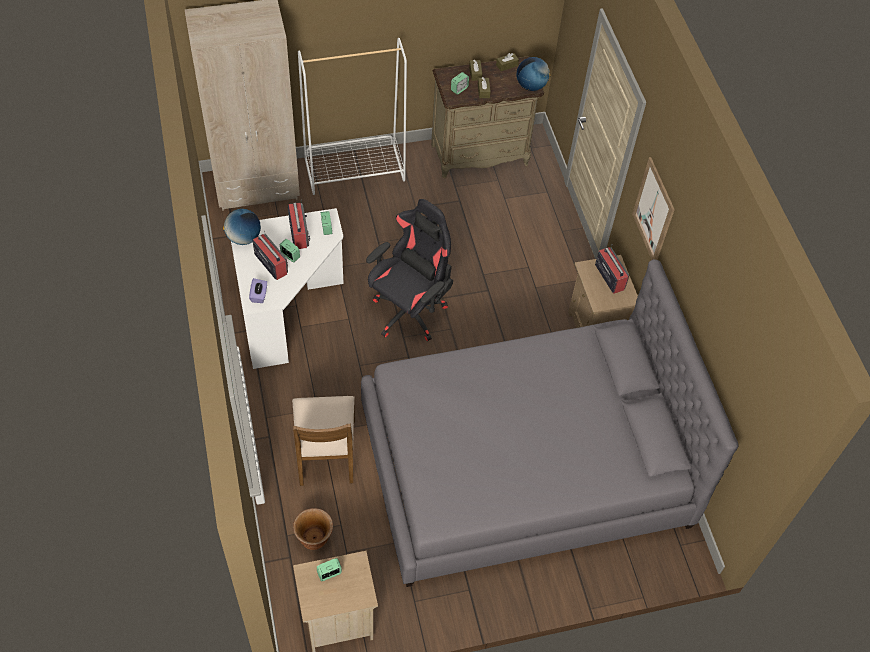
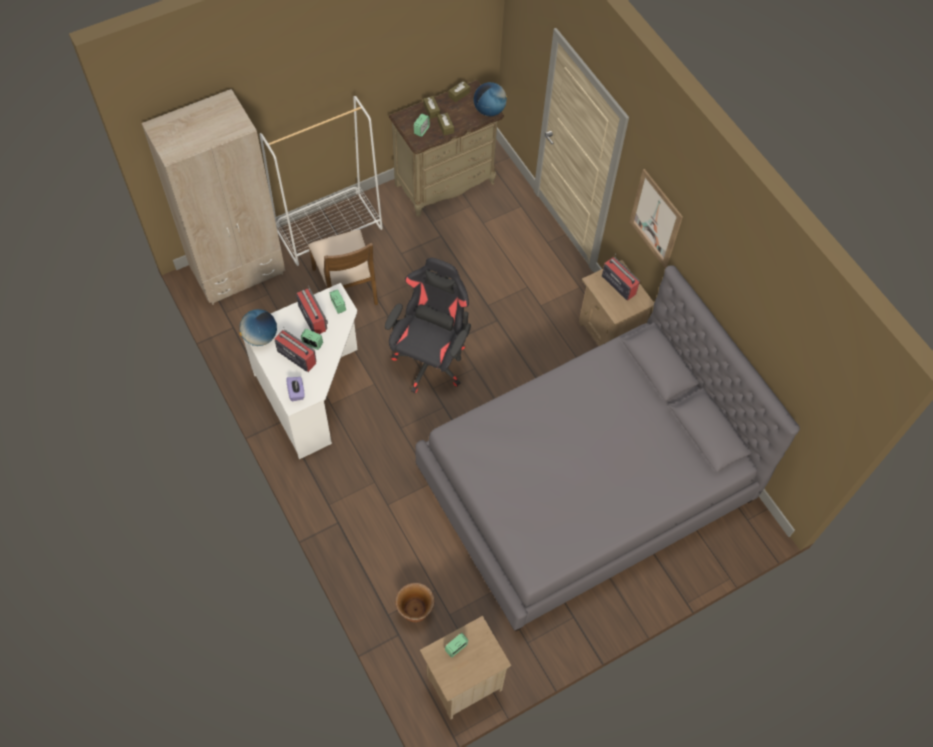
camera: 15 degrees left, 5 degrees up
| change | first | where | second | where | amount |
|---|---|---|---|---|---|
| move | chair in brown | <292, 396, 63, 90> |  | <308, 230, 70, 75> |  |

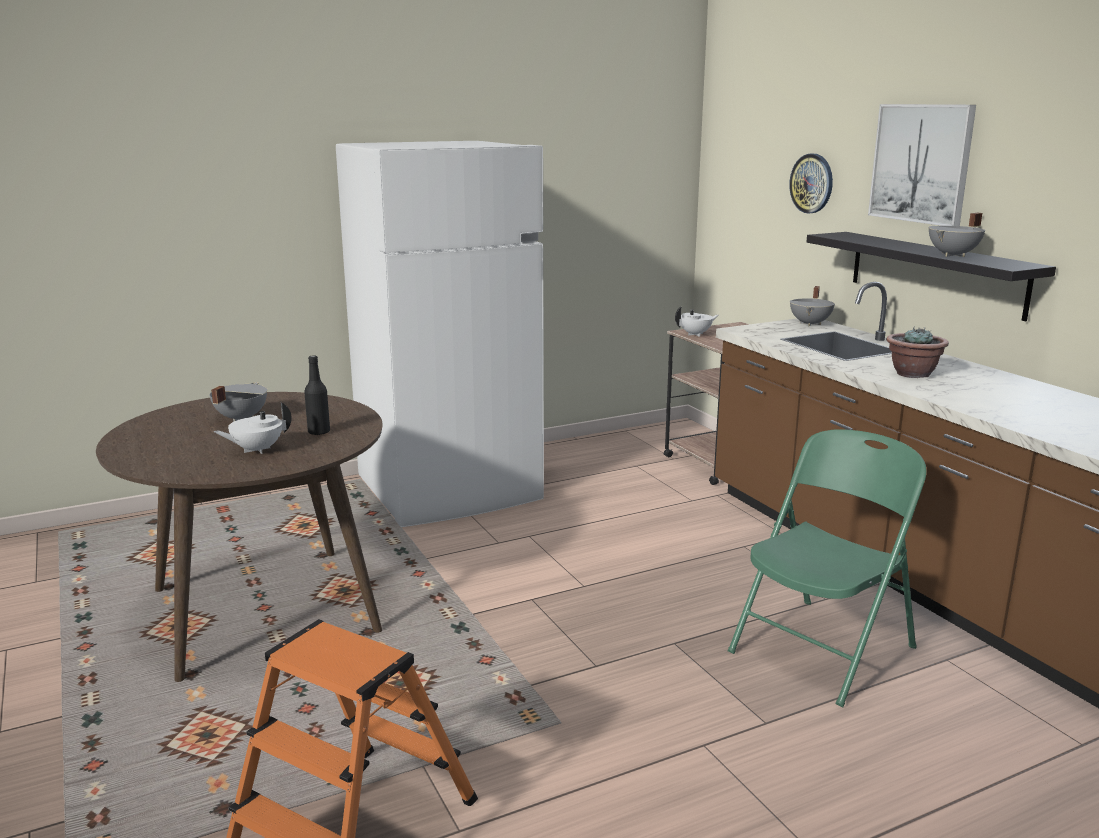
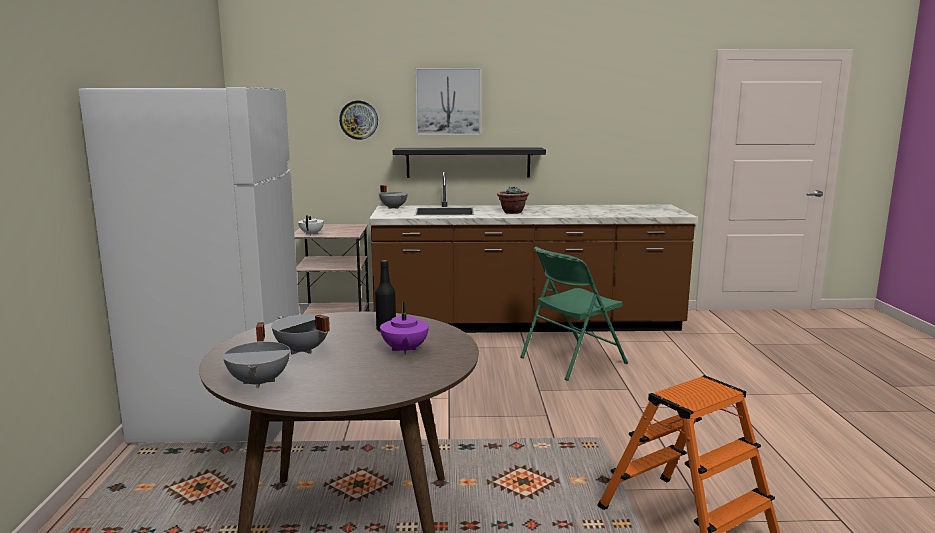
camera: 65 degrees left, 5 degrees down
| change | first | where | second | where | amount |
|---|---|---|---|---|---|
| move | cooking pot in grey | <929, 213, 56, 44> |  | <222, 322, 68, 67> |  |
| recolor | teapot in white | <214, 402, 78, 52> | teapot in purple | <380, 302, 49, 53> |  |
| rotate | chair in green | <727, 429, 200, 278> |  | <520, 246, 108, 135> | 105 degrees counterclockwise |

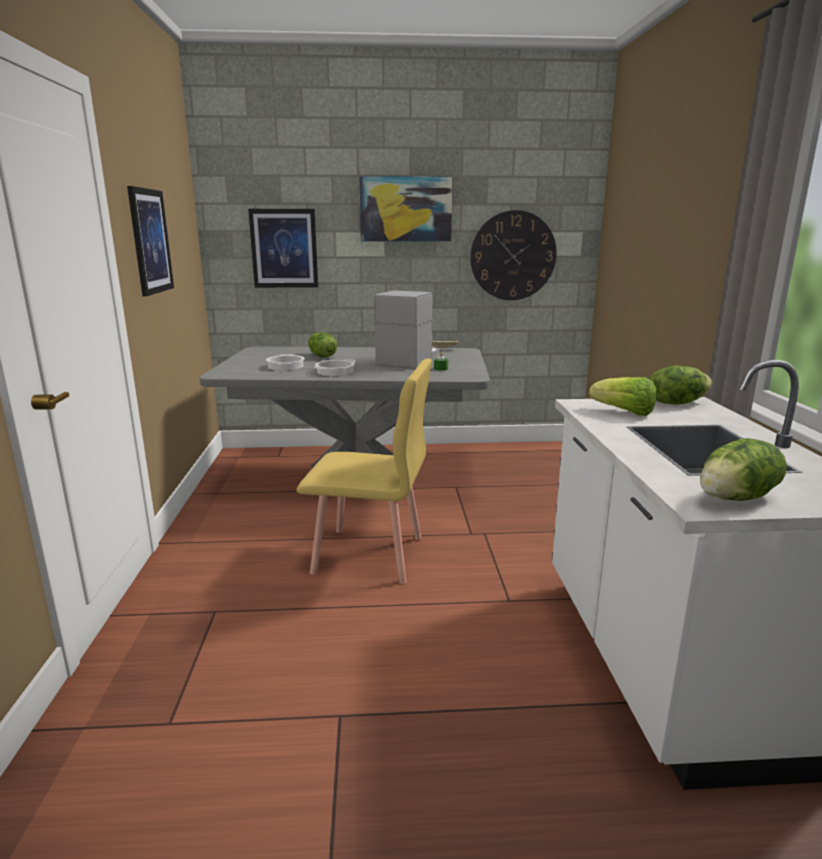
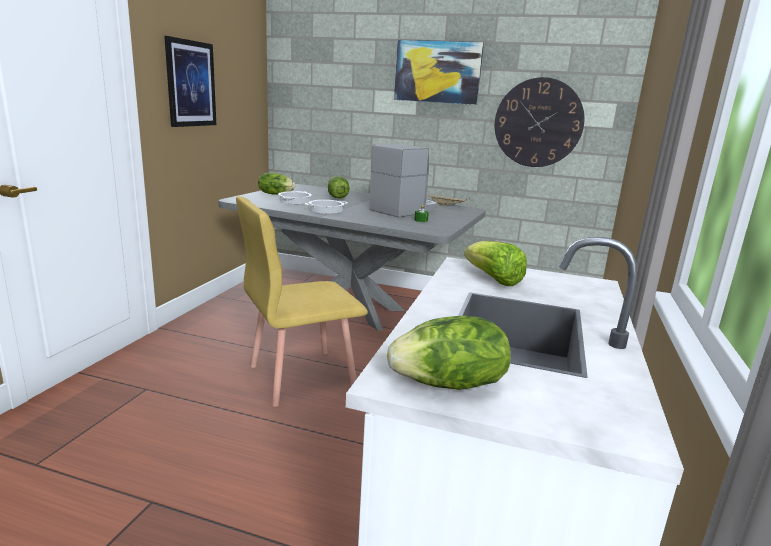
camera: 20 degrees right, 0 degrees up
| change | first | where | second | where | amount |
|---|---|---|---|---|---|
| delete | picture | <248, 209, 70, 79> |  |  |  |
| rotate | chair in yellow | <297, 358, 135, 226> |  | <236, 196, 132, 211> | 120 degrees clockwise |
| move | lettuce | <649, 365, 63, 40> |  | <258, 172, 37, 22> |  |

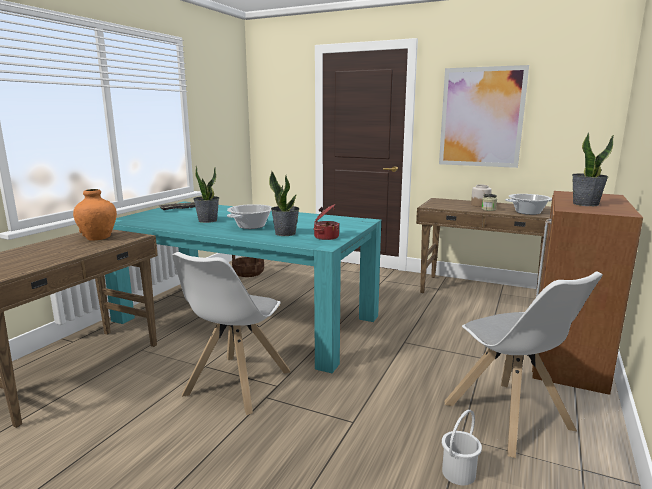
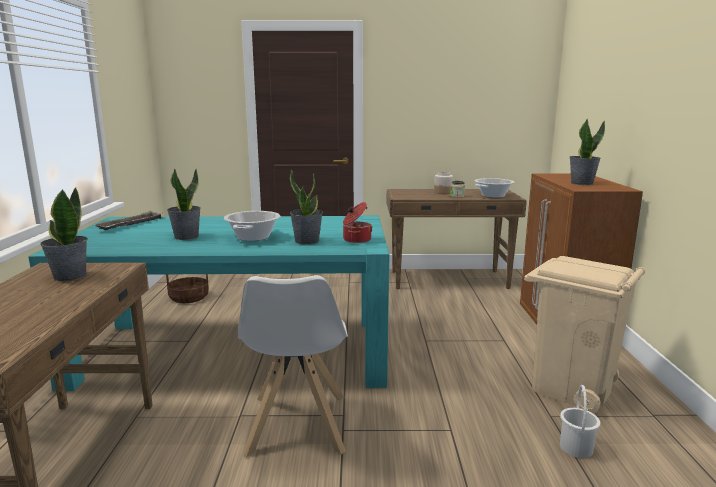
camera: 25 degrees left, 0 degrees up
| change | first | where | second | where | amount |
|---|---|---|---|---|---|
| delete | picture | <439, 65, 90, 103> |  |  |  |
| replace | vase in orange | <73, 189, 44, 52> | potted plant | <40, 187, 48, 94> |  |
| replace | chair | <445, 271, 158, 187> | trash can in beige | <524, 256, 121, 157> |  |

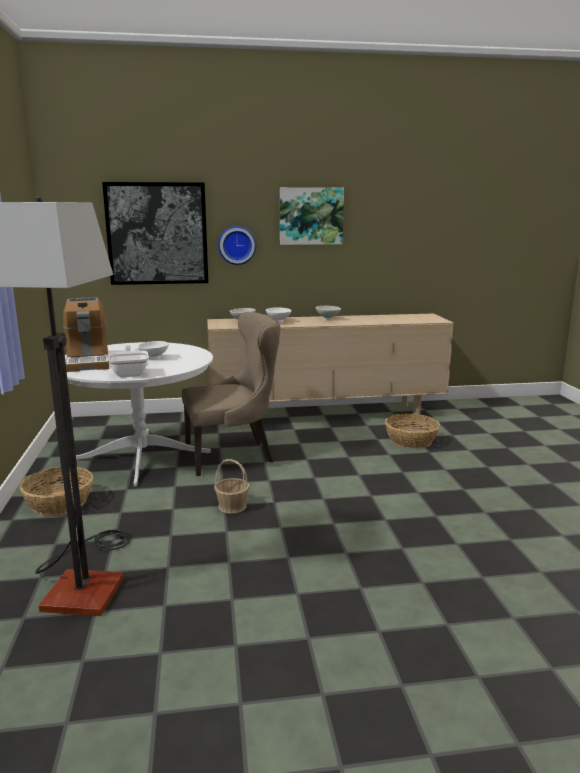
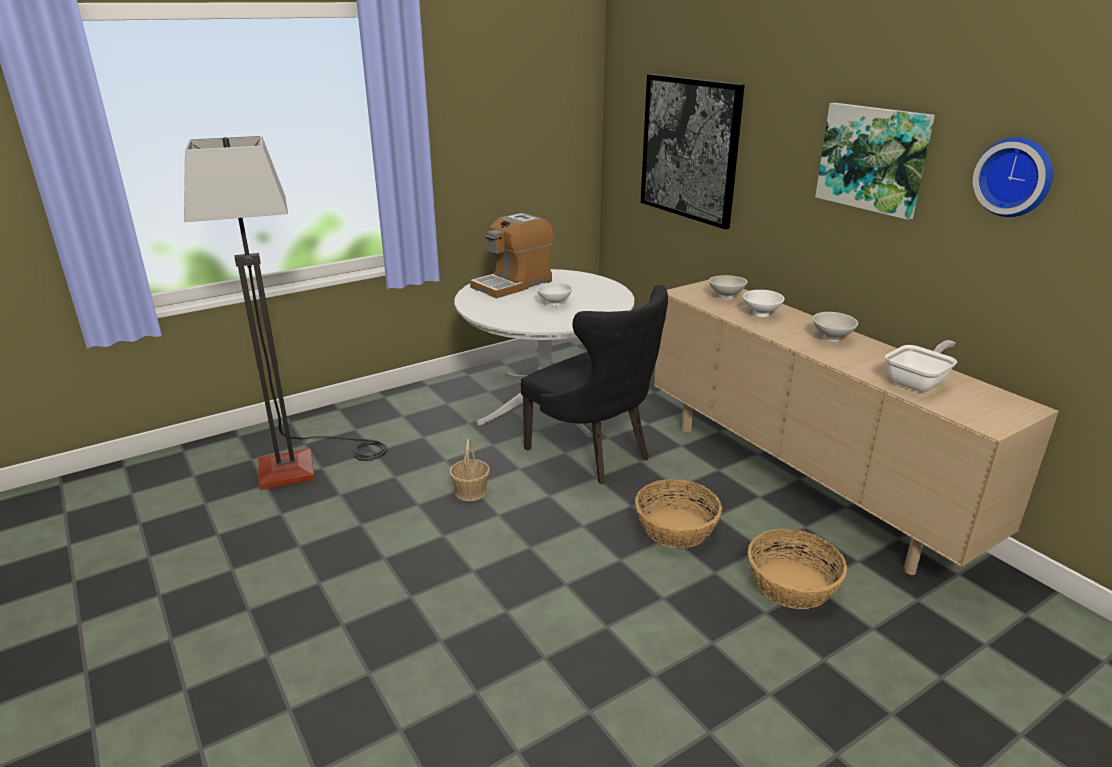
camera: 65 degrees right, 10 degrees up
| change | first | where | second | where | amount |
|---|---|---|---|---|---|
| move | wall clock | <218, 226, 38, 39> |  | <973, 137, 80, 80> |  |
| recolor | chair in beige | <182, 312, 98, 164> | chair in black | <521, 284, 147, 200> |  |
| move | frying pan | <108, 345, 41, 32> |  | <885, 340, 72, 52> |  |
| move | basket | <20, 467, 73, 48> |  | <635, 479, 87, 69> |  |

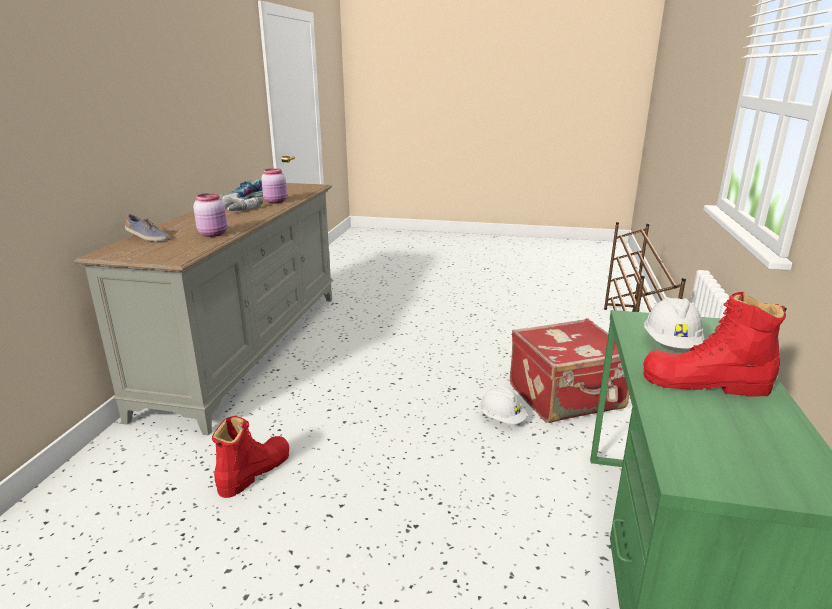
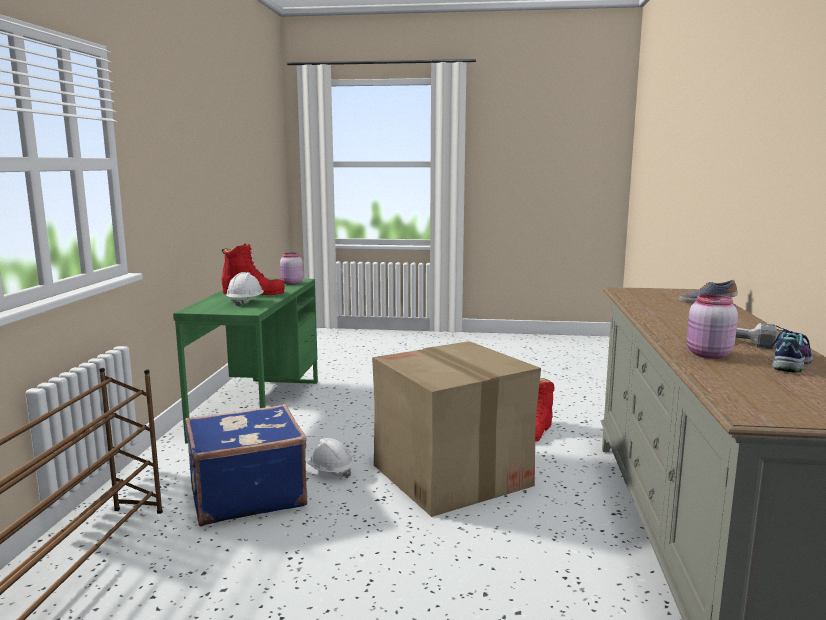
camera: 175 degrees right, 10 degrees down
| change | first | where | second | where | amount |
|---|---|---|---|---|---|
| move | jar in pink | <193, 193, 34, 44> |  | <280, 253, 23, 32> |  |
| recolor | suitcase in red | <510, 318, 119, 105> | suitcase in blue | <185, 404, 122, 122> |  |
| insert |  |  | cardboard box | <372, 341, 169, 176> |  |

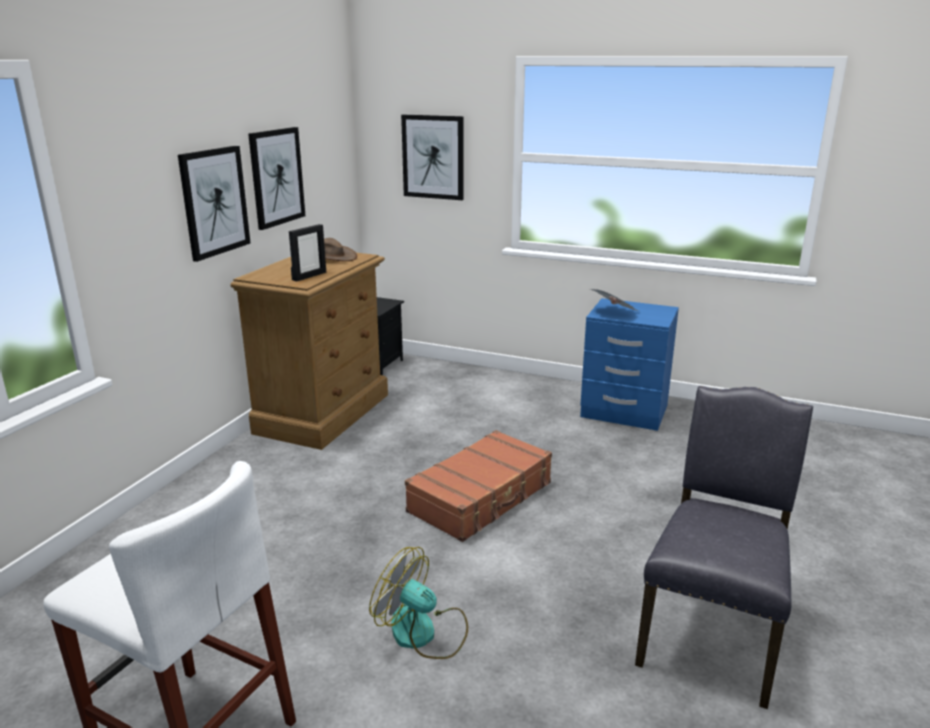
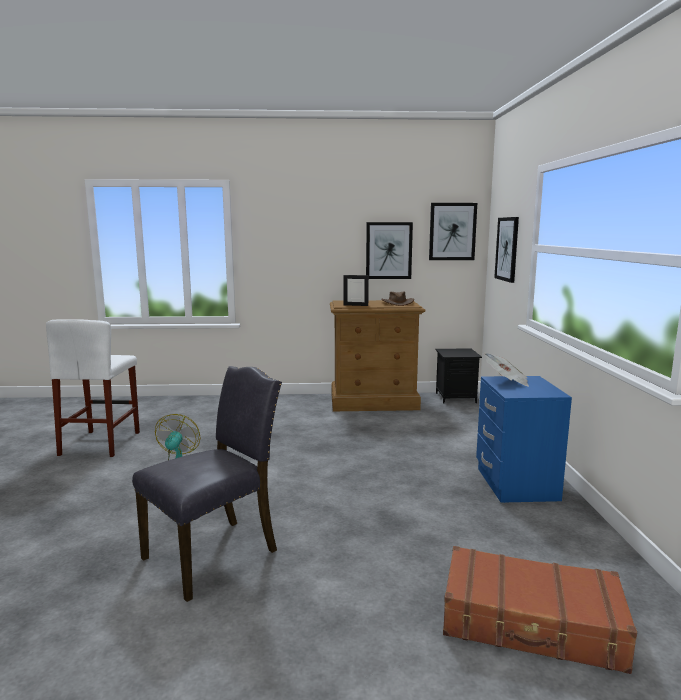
camera: 65 degrees right, 10 degrees down
| change | first | where | second | where | amount |
|---|---|---|---|---|---|
| move | picture | <178, 146, 72, 116> |  | <429, 203, 48, 57> |  |
| rotate | chair in grey | <635, 386, 178, 323> |  | <132, 366, 150, 236> | 45 degrees counterclockwise |
| move | suitcase in brown | <405, 430, 147, 112> |  | <443, 546, 194, 128> |  |

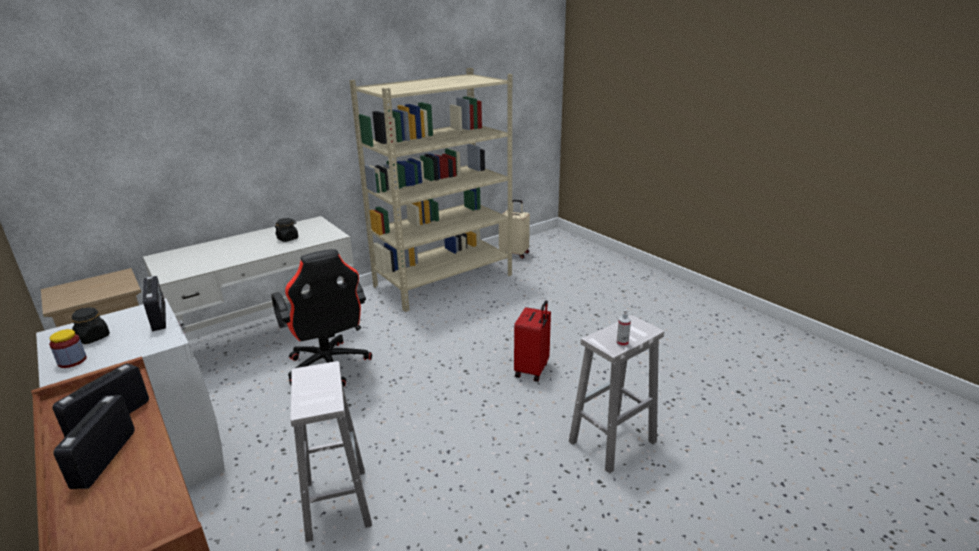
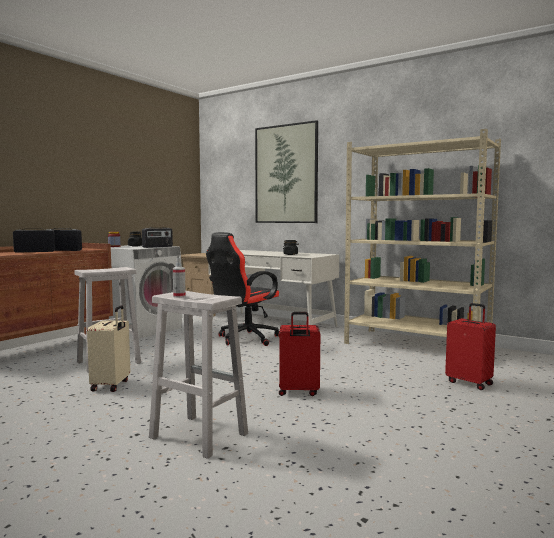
camera: 70 degrees right, 20 degrees down
| change | first | where | second | where | amount |
|---|---|---|---|---|---|
| move | suitcase in beige | <499, 200, 31, 59> |  | <87, 305, 43, 87> |  |
| insert |  |  | picture | <255, 120, 63, 103> |  |
| insert |  |  | suitcase in red | <445, 303, 51, 87> |  |

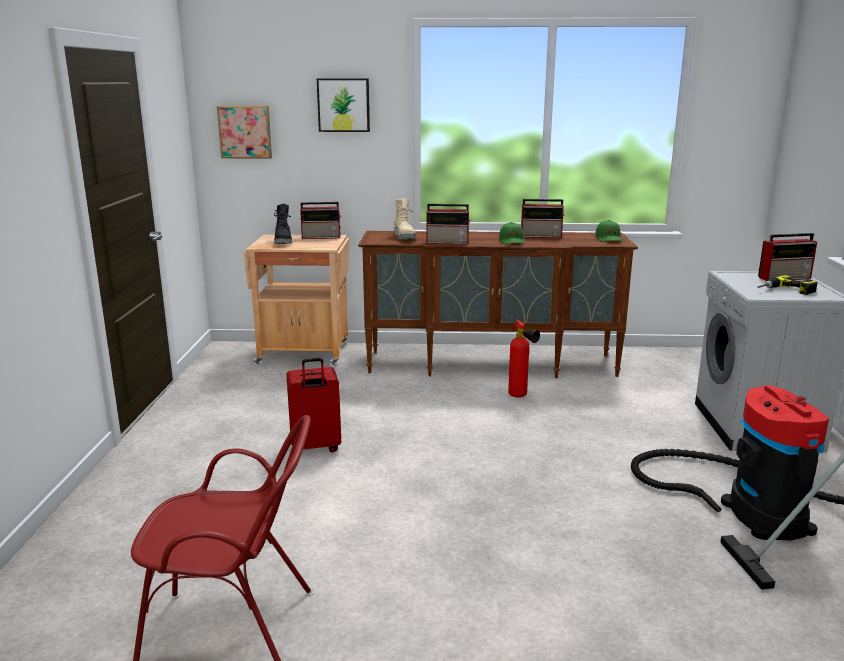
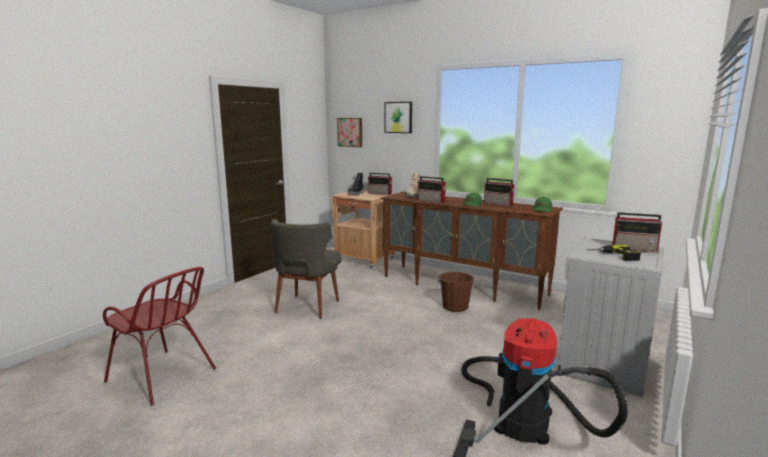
camera: 30 degrees right, 5 degrees down
| change | first | where | second | where | amount |
|---|---|---|---|---|---|
| replace | fire extinguisher | <508, 319, 32, 78> | bucket in brown | <438, 272, 37, 40> |  |
| replace | suitcase in red | <286, 358, 55, 95> | chair in grey | <271, 219, 71, 100> |  |

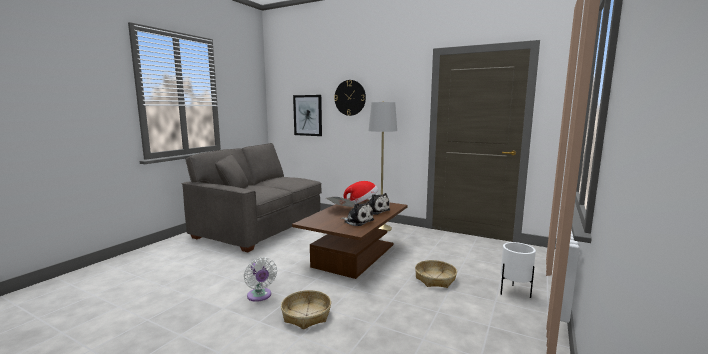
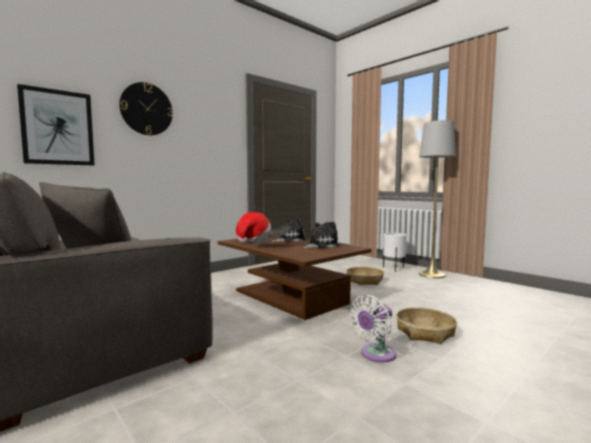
camera: 70 degrees left, 5 degrees down
| change | first | where | second | where | amount |
|---|---|---|---|---|---|
| move | floor lamp in grey | <369, 101, 28, 131> |  | <419, 120, 37, 158> |  |
| rotate | fan in white | <244, 257, 33, 45> |  | <350, 295, 46, 68> | 150 degrees clockwise |

